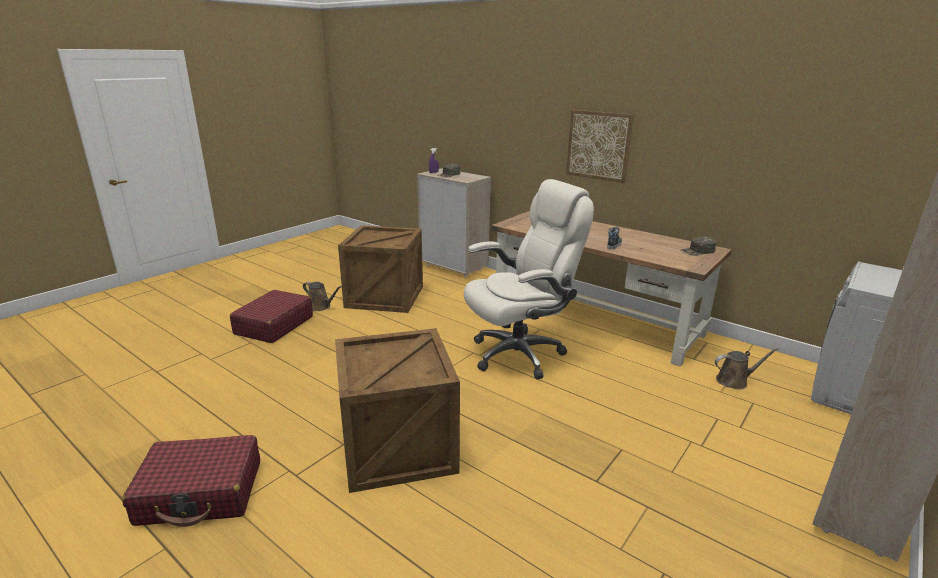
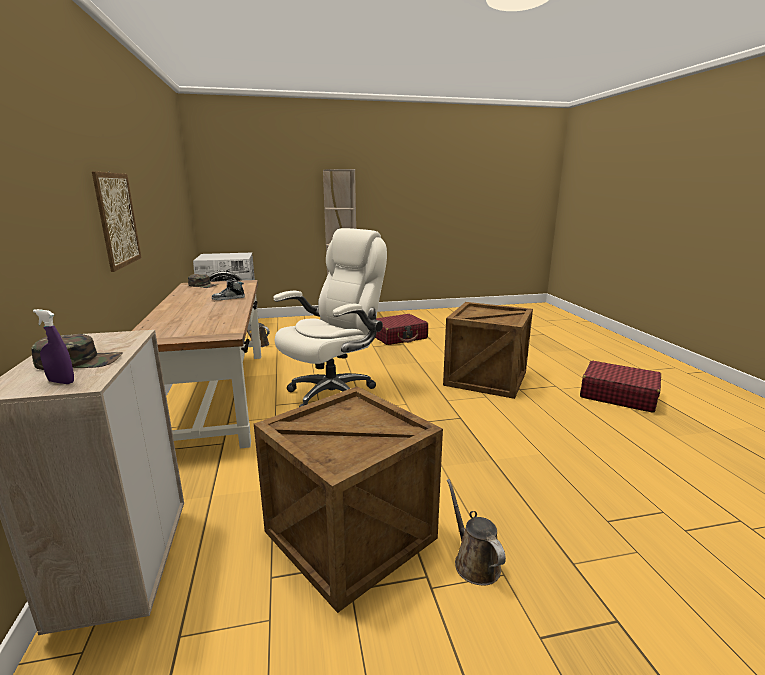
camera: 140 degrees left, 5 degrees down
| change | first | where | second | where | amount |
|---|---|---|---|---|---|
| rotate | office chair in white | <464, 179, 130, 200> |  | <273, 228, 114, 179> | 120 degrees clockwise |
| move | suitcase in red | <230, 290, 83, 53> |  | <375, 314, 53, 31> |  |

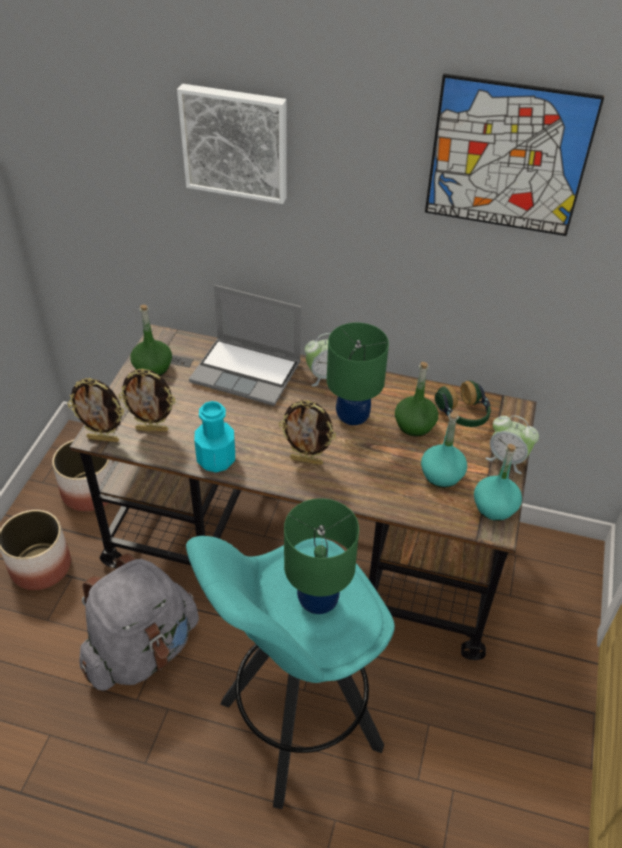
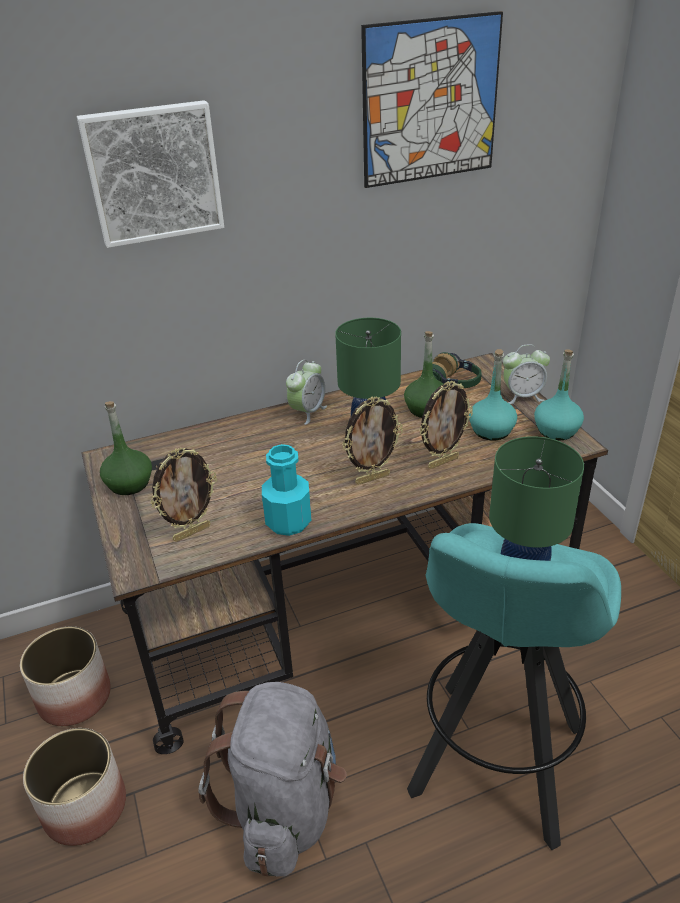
camera: 35 degrees left, 10 degrees down
| change | first | where | second | where | amount |
|---|---|---|---|---|---|
| delete | laptop | <189, 285, 112, 121> |  |  |  |
| move | picture frame | <67, 378, 57, 64> |  | <419, 381, 54, 88> |  |

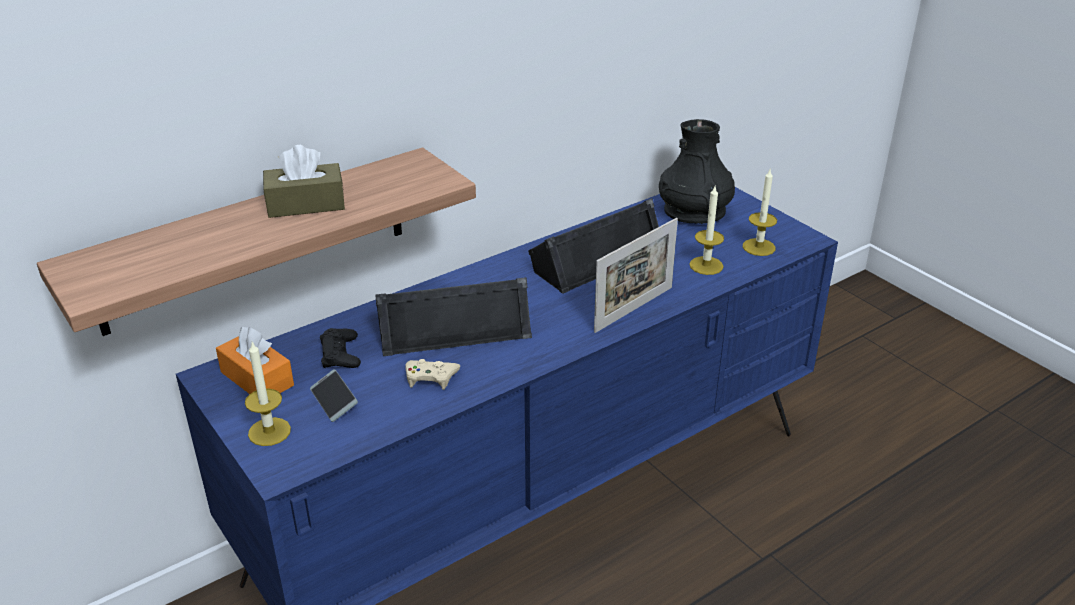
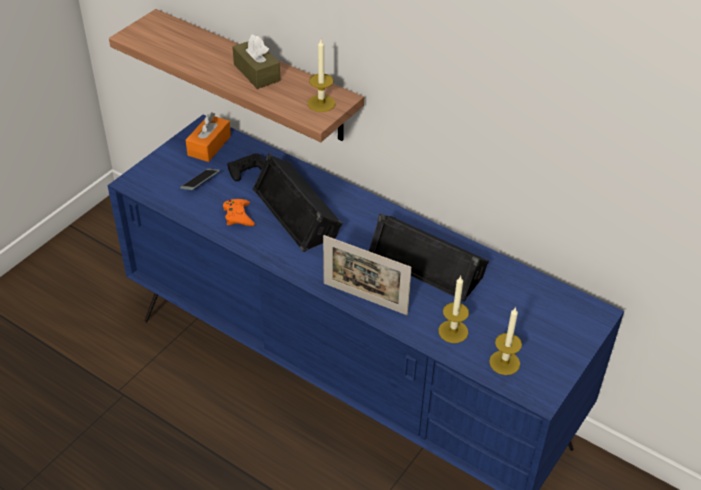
camera: 70 degrees right, 10 degrees up
| change | first | where | second | where | amount |
|---|---|---|---|---|---|
| delete | vase in black | <659, 119, 76, 105> |  |  |  |
| move | candle | <245, 342, 46, 104> |  | <308, 39, 27, 73> |  |
| recolor | game controller in beige | <405, 359, 55, 31> | game controller in orange | <223, 199, 32, 27> |  |

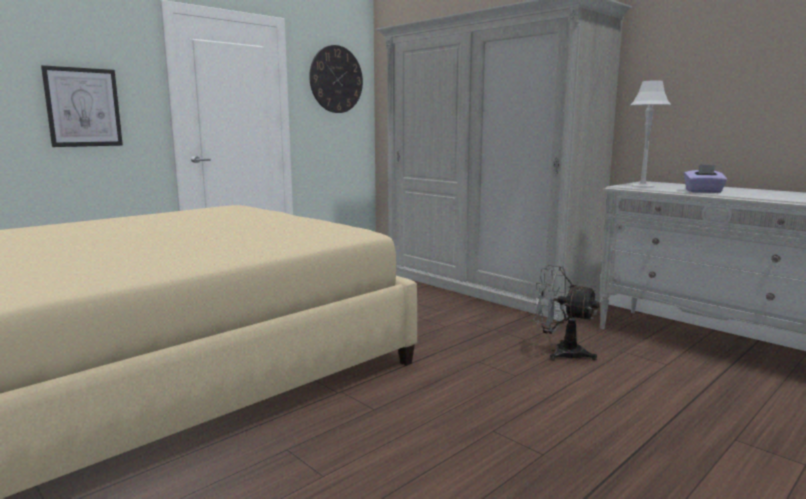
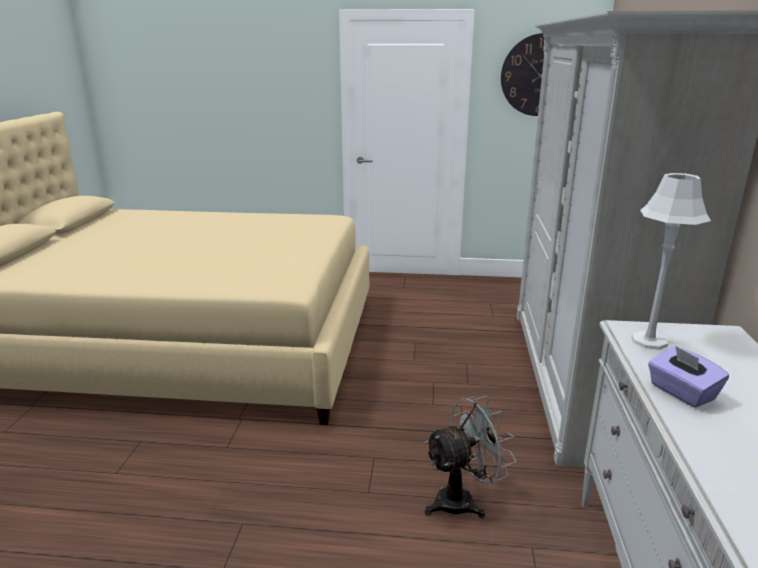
camera: 50 degrees right, 10 degrees up
| change | first | where | second | where | amount |
|---|---|---|---|---|---|
| delete | picture | <41, 65, 82, 82> |  |  |  |
| rotate | fan in grey | <533, 265, 66, 96> |  | <425, 396, 91, 122> | 75 degrees clockwise |

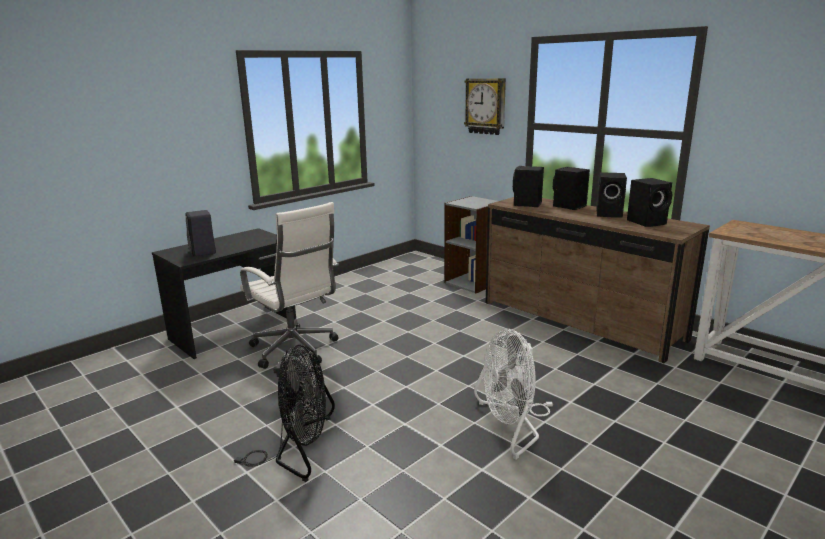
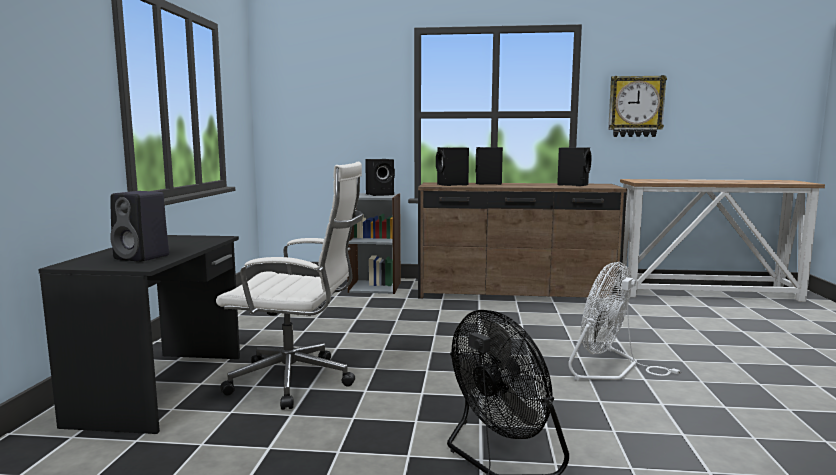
camera: 40 degrees left, 10 degrees down
| change | first | where | second | where | amount |
|---|---|---|---|---|---|
| move | wall clock | <464, 78, 42, 57> |  | <608, 75, 59, 62> |  |
| move | speaker in black | <596, 172, 31, 46> |  | <365, 159, 30, 37> |  |
| rotate | fan in white | <474, 329, 80, 131> |  | <568, 262, 112, 119> | 90 degrees clockwise |

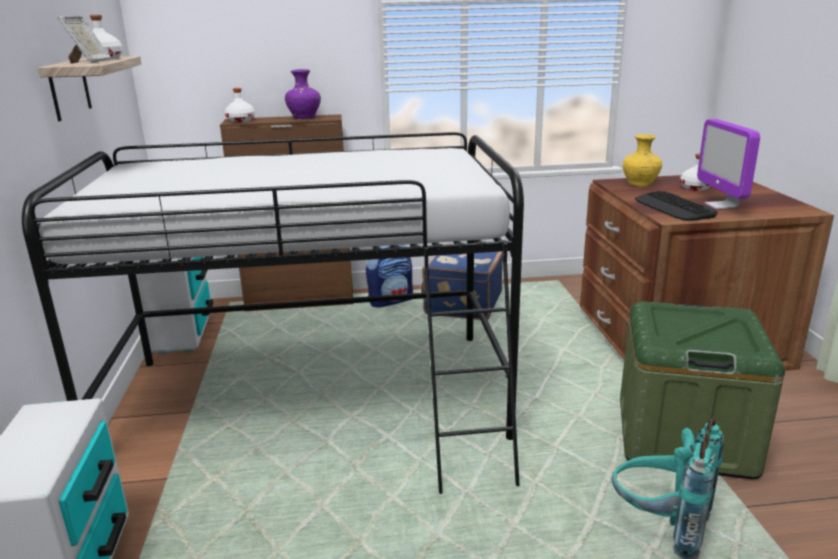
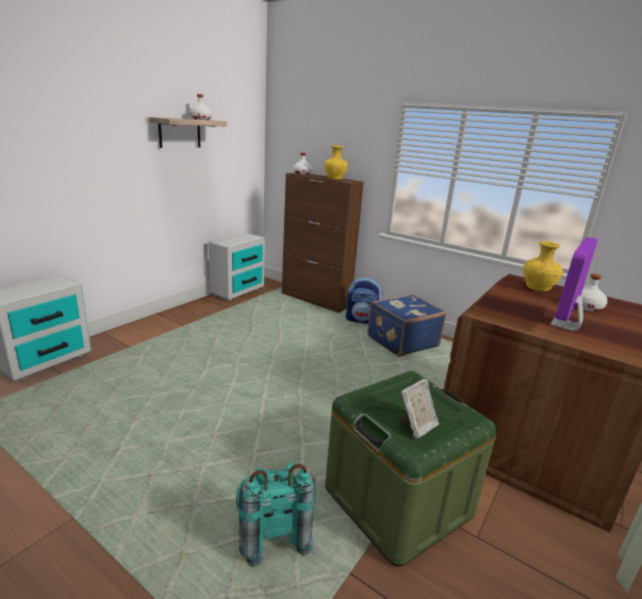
camera: 40 degrees right, 0 degrees up
| change | first | where | second | where | amount |
|---|---|---|---|---|---|
| move | picture frame | <58, 16, 53, 47> |  | <399, 379, 40, 60> |  |
| recolor | vase in purple | <285, 69, 36, 50> | vase in yellow | <324, 145, 24, 35> |  |
| delete | bed in black | <22, 132, 502, 362> |  |  |  |
| delete | keyboard | <635, 191, 83, 30> |  |  |  |

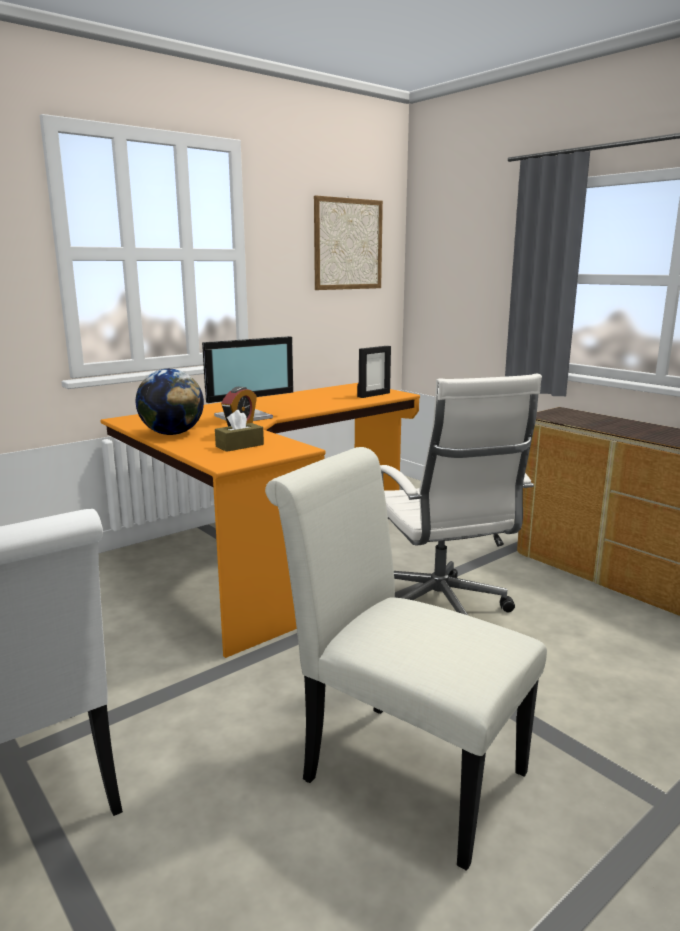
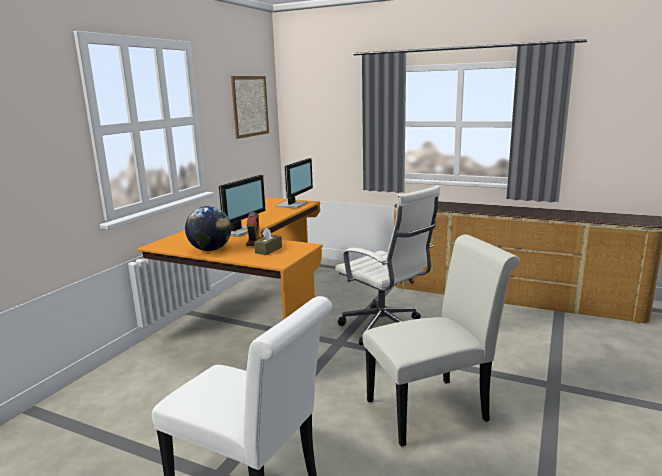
camera: 25 degrees left, 0 degrees up
| change | first | where | second | where | amount |
|---|---|---|---|---|---|
| replace | picture frame | <357, 346, 34, 52> | monitor | <275, 158, 38, 51> |  |
| rotate | chair in white | <265, 447, 282, 424> |  | <363, 234, 157, 213> | 150 degrees clockwise |

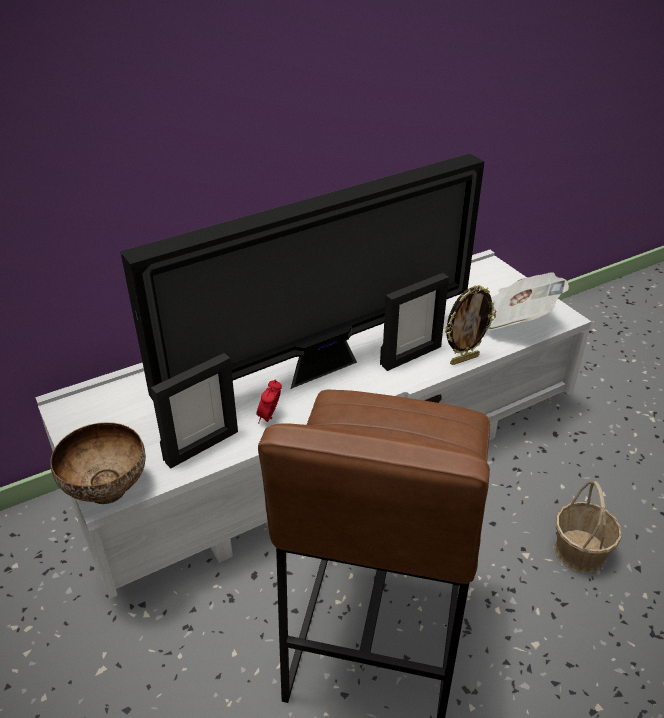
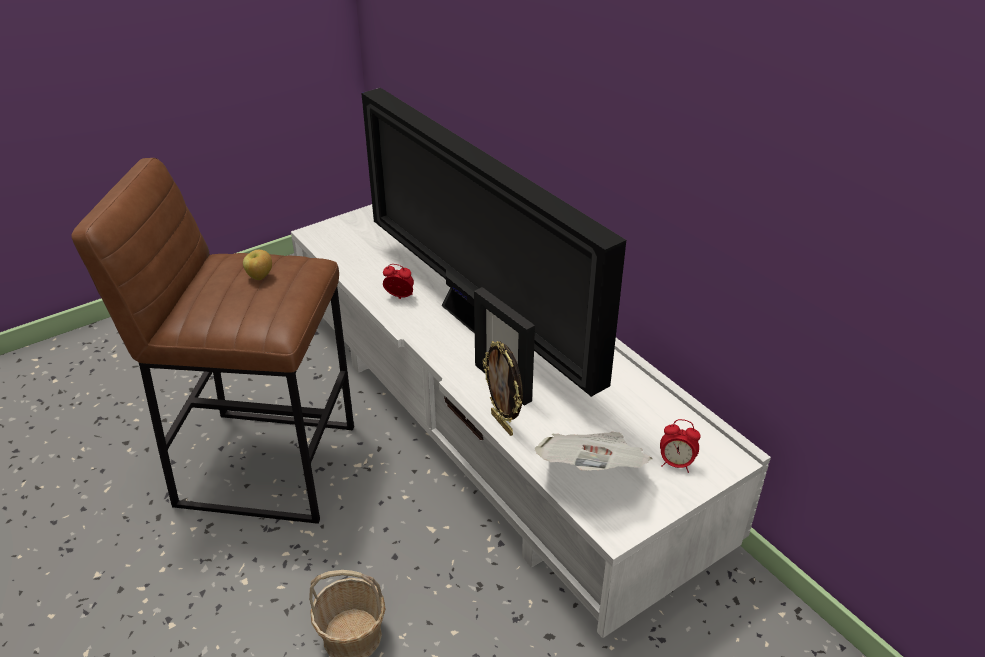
camera: 85 degrees right, 0 degrees up
| change | first | where | second | where | amount |
|---|---|---|---|---|---|
| delete | picture frame | <151, 353, 87, 115> |  |  |  |
| delete | bowl | <50, 422, 96, 82> |  |  |  |
| insert |  |  | apple | <243, 250, 29, 30> |  |
| insert |  |  | alarm clock | <660, 419, 41, 54> |  |

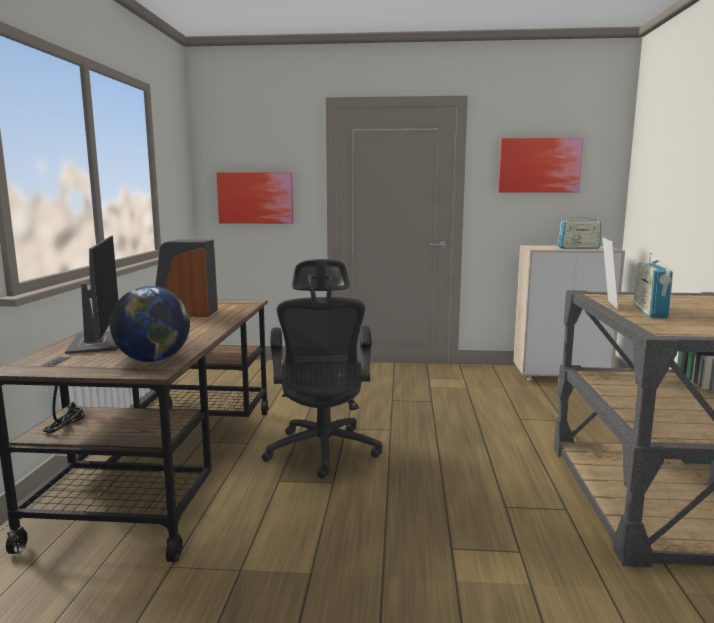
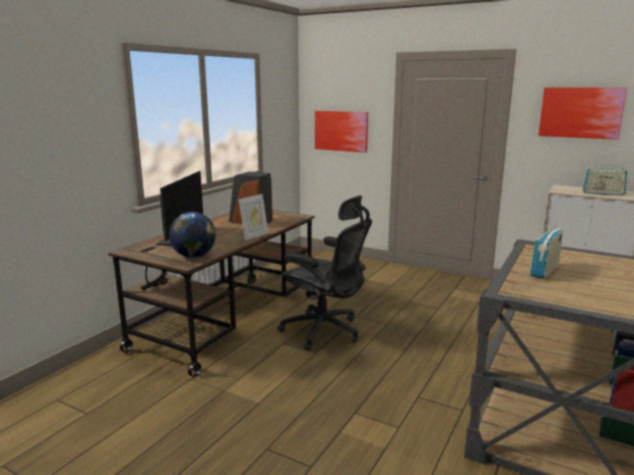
camera: 25 degrees right, 5 degrees up
| change | first | where | second | where | amount |
|---|---|---|---|---|---|
| move | picture frame | <603, 238, 16, 72> |  | <239, 194, 29, 47> |  |
| rotate | office chair | <262, 259, 120, 220> |  | <277, 195, 95, 156> | 75 degrees counterclockwise |

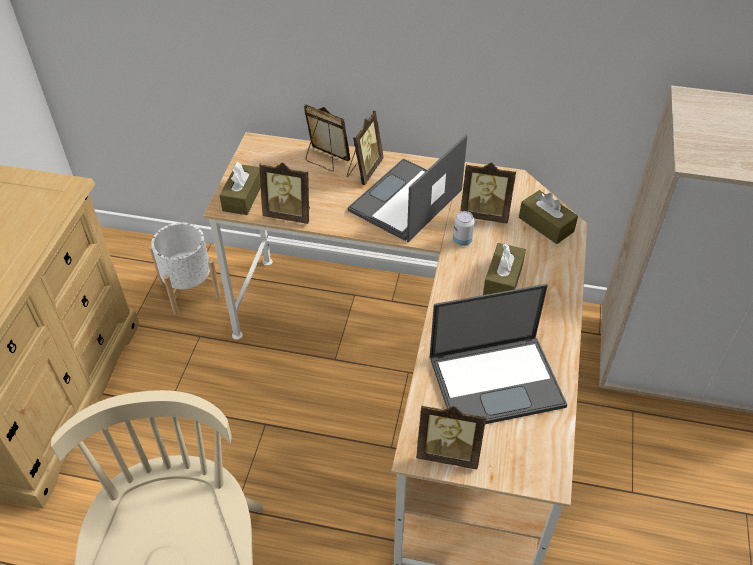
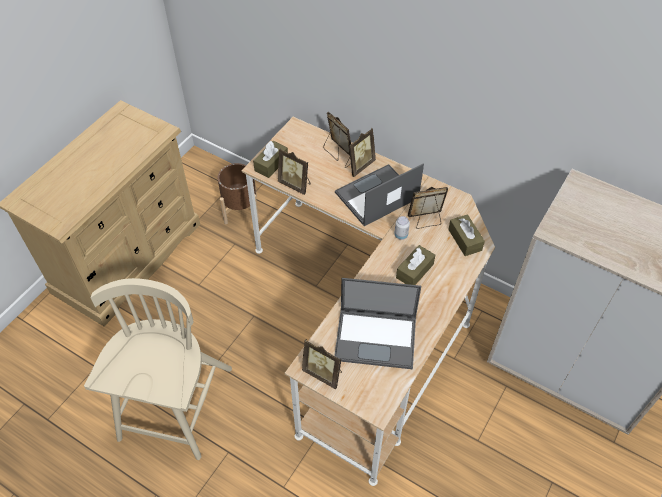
camera: 20 degrees right, 5 degrees up
| change | first | where | second | where | amount |
|---|---|---|---|---|---|
| rotate | picture frame | <460, 162, 56, 62> |  | <408, 187, 40, 42> | 135 degrees clockwise |
| recolor | planter in white | <149, 222, 72, 93> | planter in brown | <218, 163, 41, 61> |  |

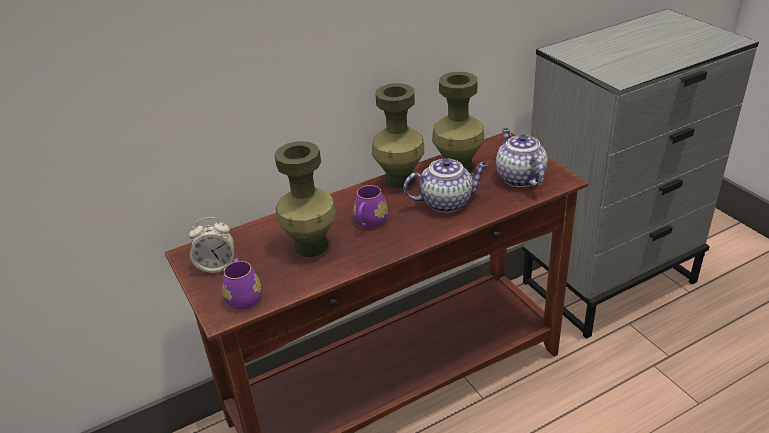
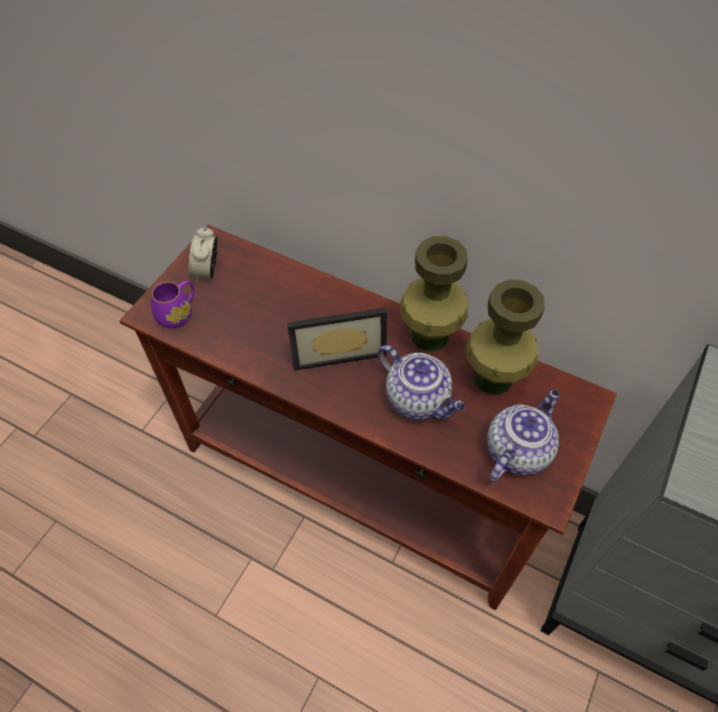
camera: 55 degrees right, 20 degrees up
| change | first | where | second | where | amount |
|---|---|---|---|---|---|
| delete | vase in green | <274, 141, 63, 116> |  |  |  |
| replace | mug in purple | <354, 185, 34, 43> | picture frame | <287, 308, 100, 63> |  |
| rotate | alarm clock | <189, 217, 45, 56> |  | <189, 226, 29, 56> | 45 degrees clockwise |

